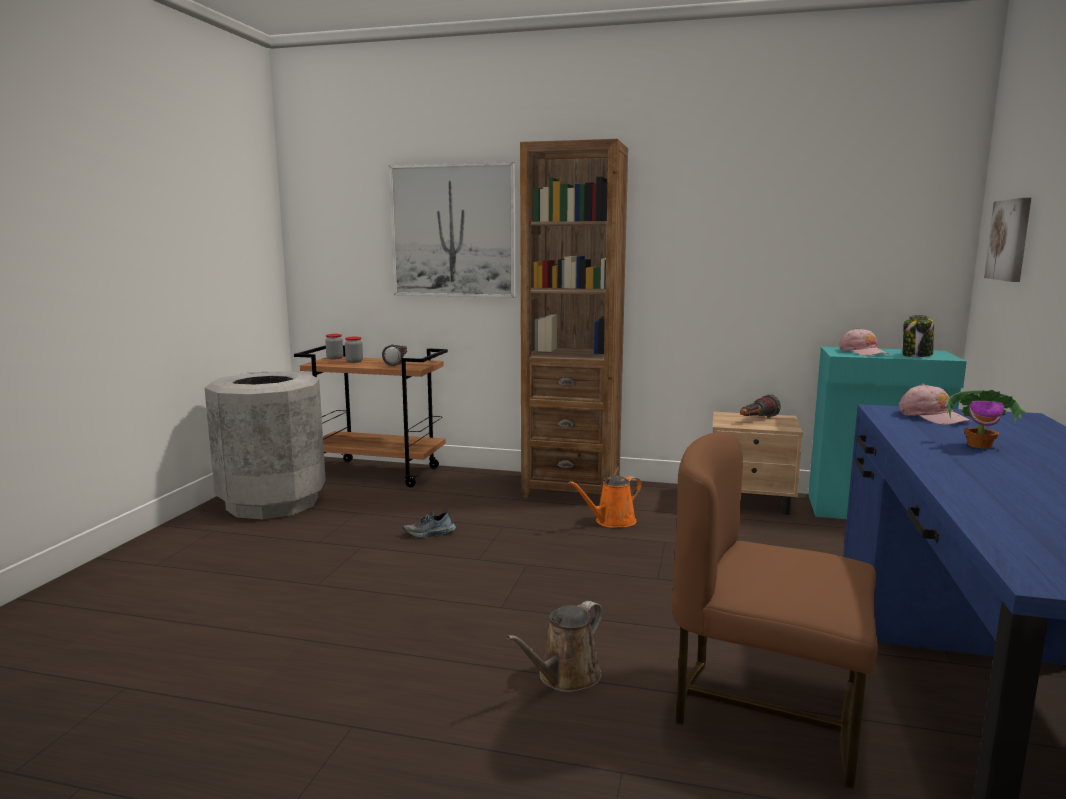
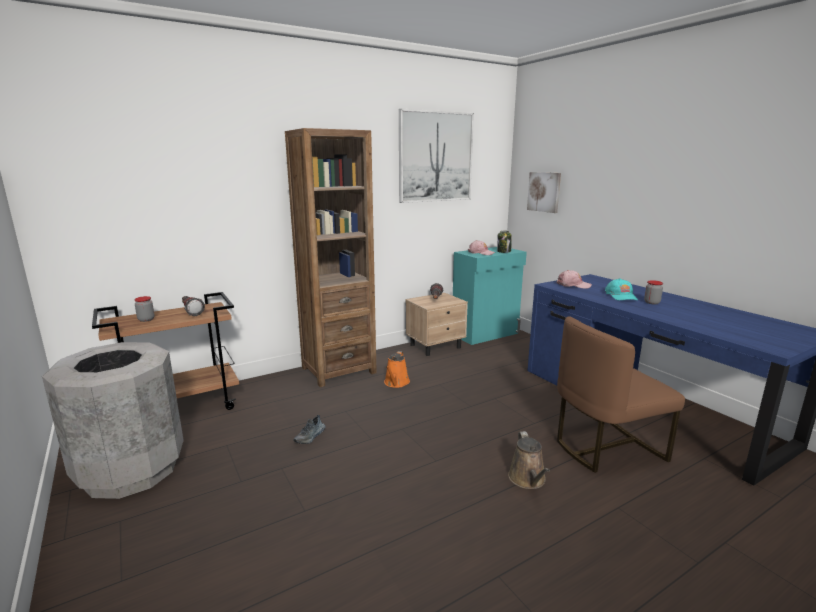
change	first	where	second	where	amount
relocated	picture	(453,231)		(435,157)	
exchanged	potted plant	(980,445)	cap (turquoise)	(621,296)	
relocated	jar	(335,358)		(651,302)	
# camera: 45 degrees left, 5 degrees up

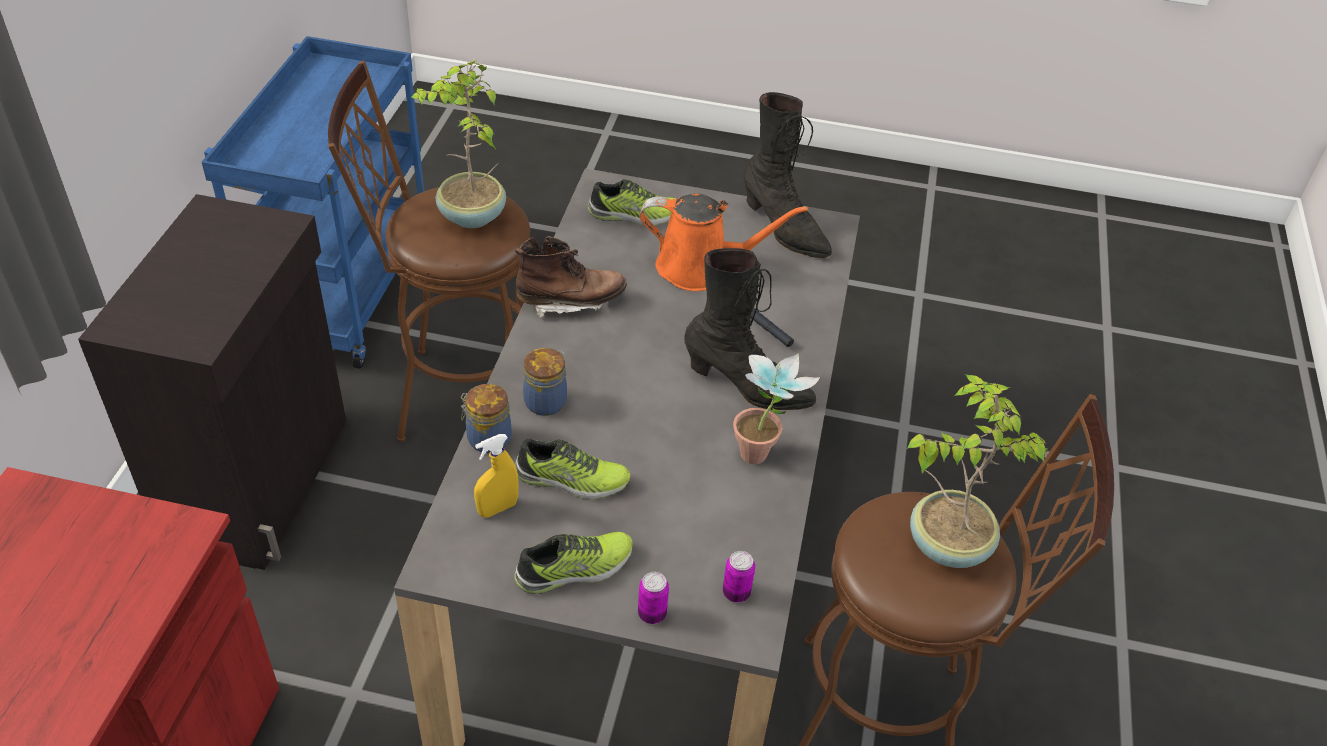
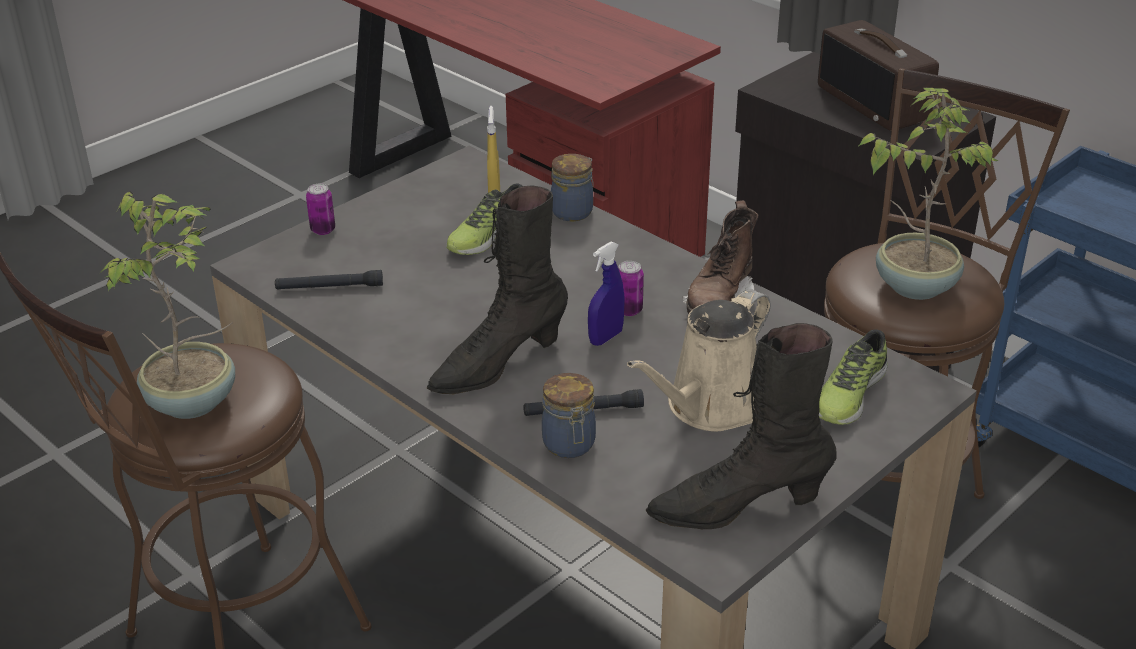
change	first	where	second	where	amount
appeared			flashlight (black)	(329,287)	
relocated	jar	(547,401)		(569,445)	
appeared			spray bottle (blue)	(605,337)	
relocated	can	(736,593)		(628,310)	
colour	watering can (orange)	(701,268)	watering can (beige)	(709,407)	
appeared			radio	(874,103)	
missing	shoe	(575,569)			
missing	potted plant	(763,452)			
# camera: 125 degrees right, 10 degrees down

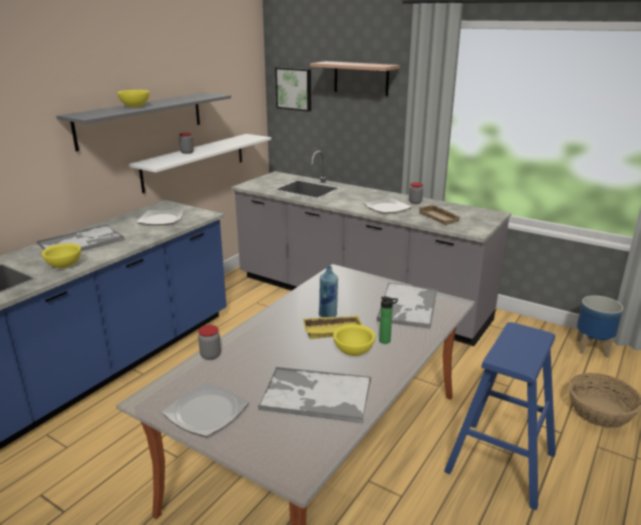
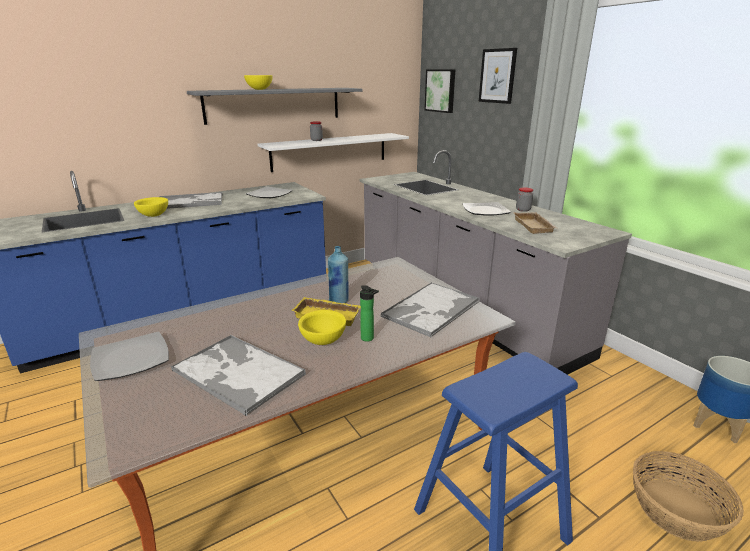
change	first	where	second	where	amount
exchanged	shelf	(361,78)	picture	(497,76)	
missing	jar	(210,355)			
# camera: 25 degrees right, 0 degrees up

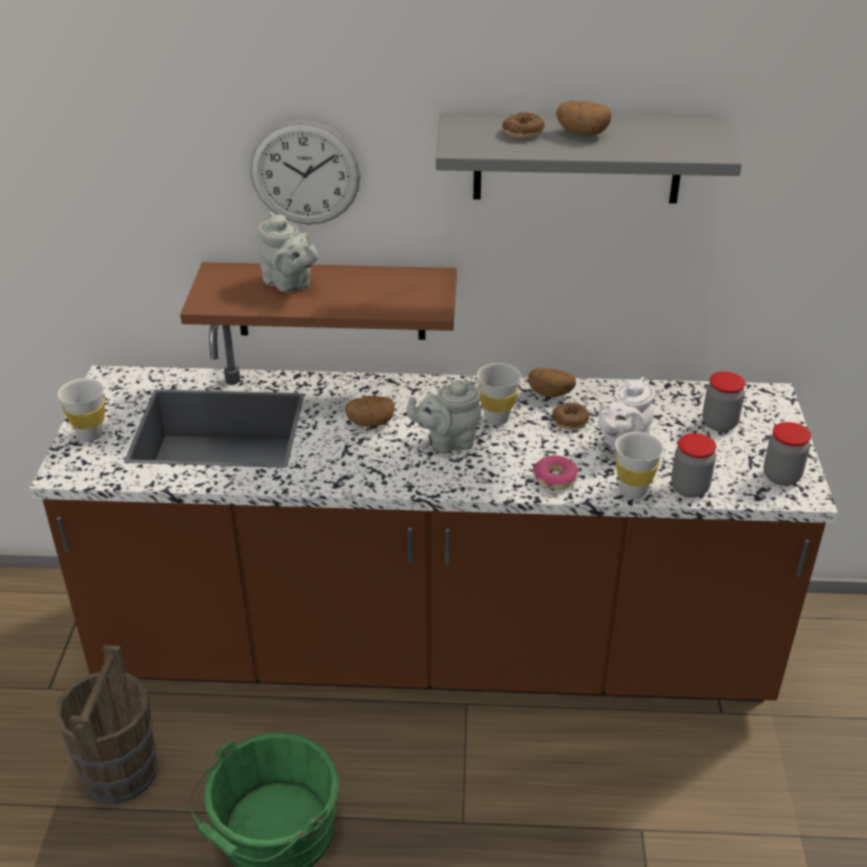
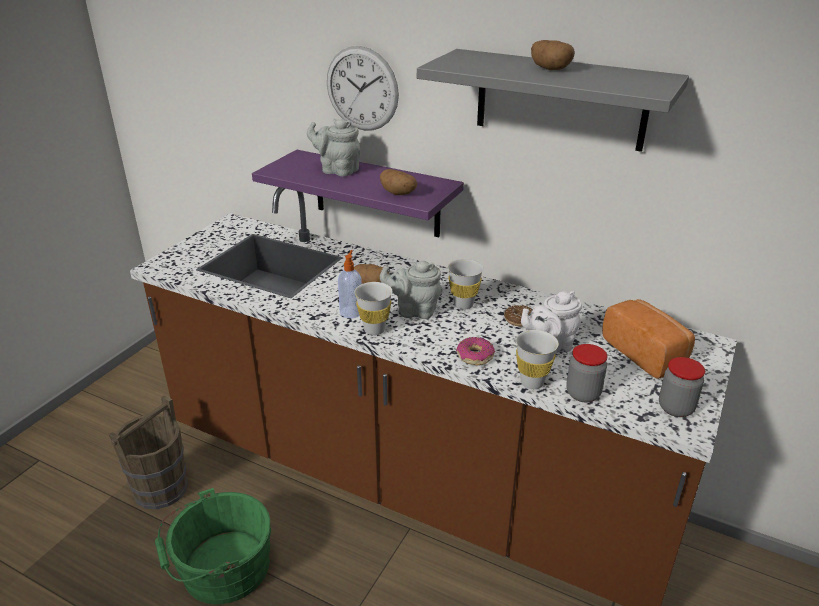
change	first	where	second	where	amount
colour	shelf (brown)	(331,301)	shelf (purple)	(376,194)	
spun	teapot (grey)	(289,284)		(337,170)	135 degrees clockwise
appeared			soap dispenser	(351,311)	
relocated	cup (white)	(90,435)		(374,330)	
relocated	potato	(551,394)		(399,193)	
exchanged	jar	(719,423)	bread	(646,353)	
missing	donut	(523,133)			
# camera: 25 degrees right, 5 degrees down

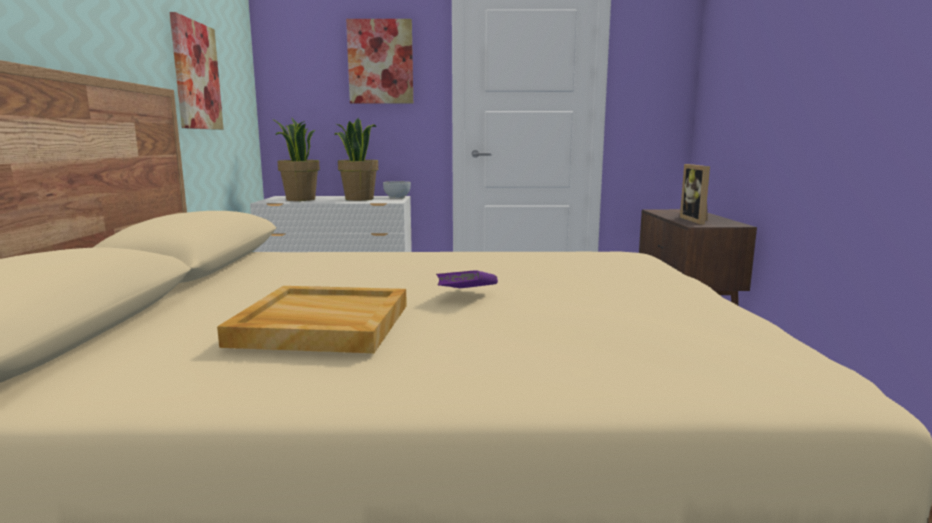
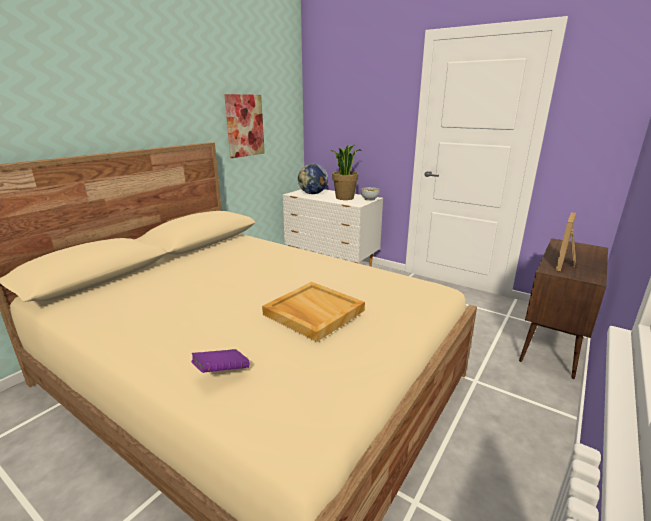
change	first	where	second	where	amount
relocated	book (purple)	(467,296)		(221,371)	
relocated	tray (beige)	(321,325)		(313,312)	
exchanged	potted plant	(300,199)	globe	(313,193)	
missing	picture	(380,62)			
# camera: 35 degrees right, 10 degrees up

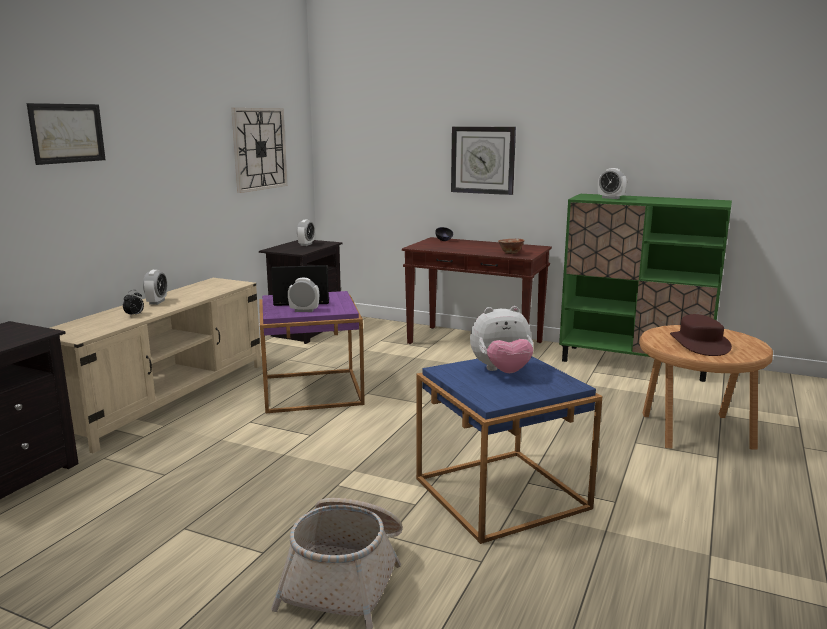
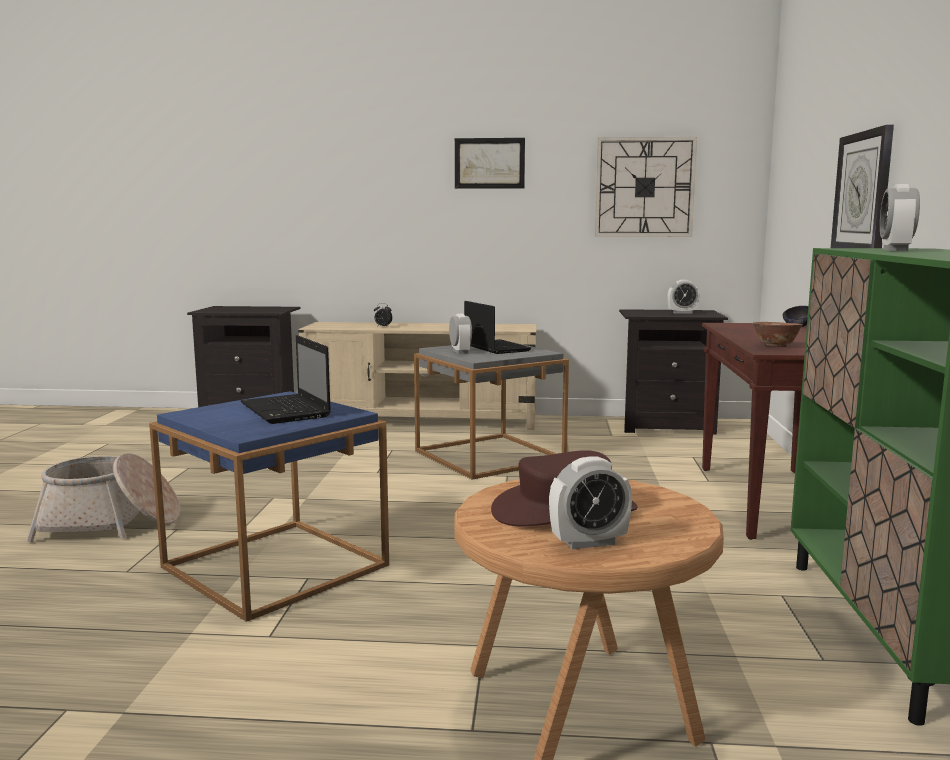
change	first	where	second	where	amount
exchanged	plush toy	(502,372)	laptop	(287,411)	
colour	side table (purple)	(312,390)	side table (grey)	(489,455)	
relocated	picture	(67,133)		(489,163)	
relocated	alarm clock	(157,302)		(589,542)	
# camera: 70 degrees right, 5 degrees down

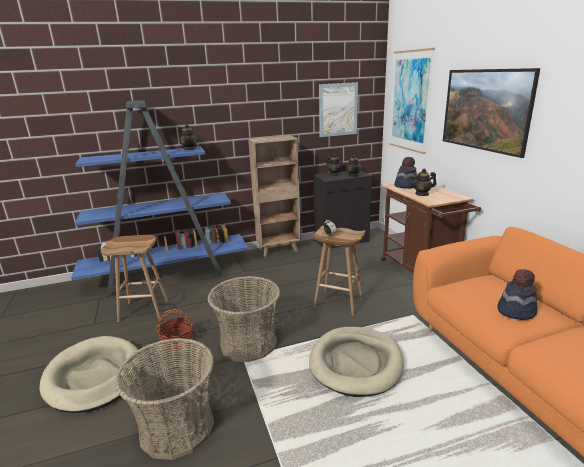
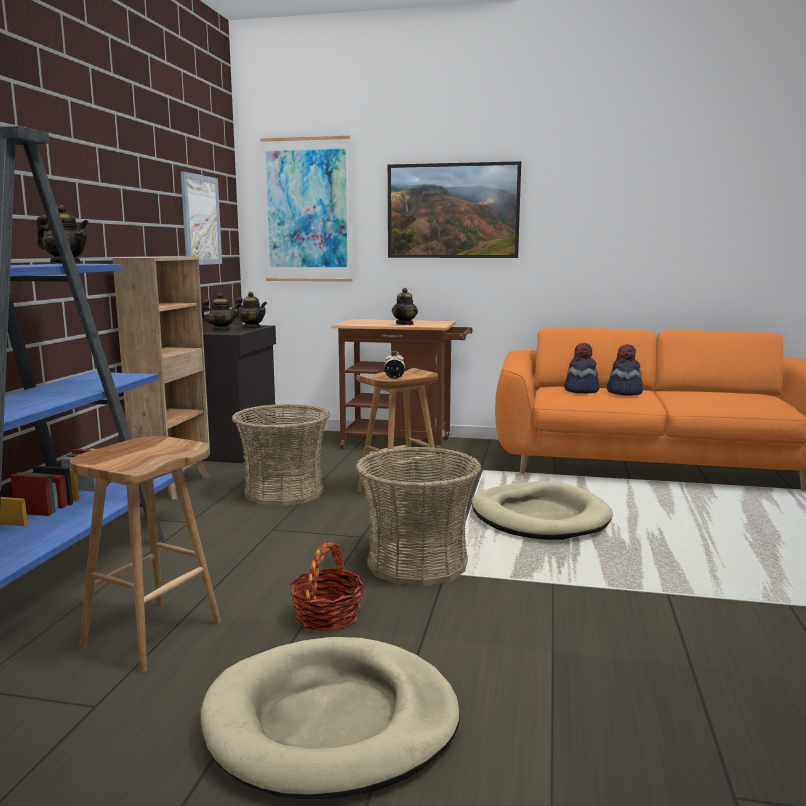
change	first	where	second	where	amount
relocated	basket	(177,427)		(284,492)	
relocated	hat	(405,186)		(581,390)	
# camera: 60 degrees left, 10 degrees down

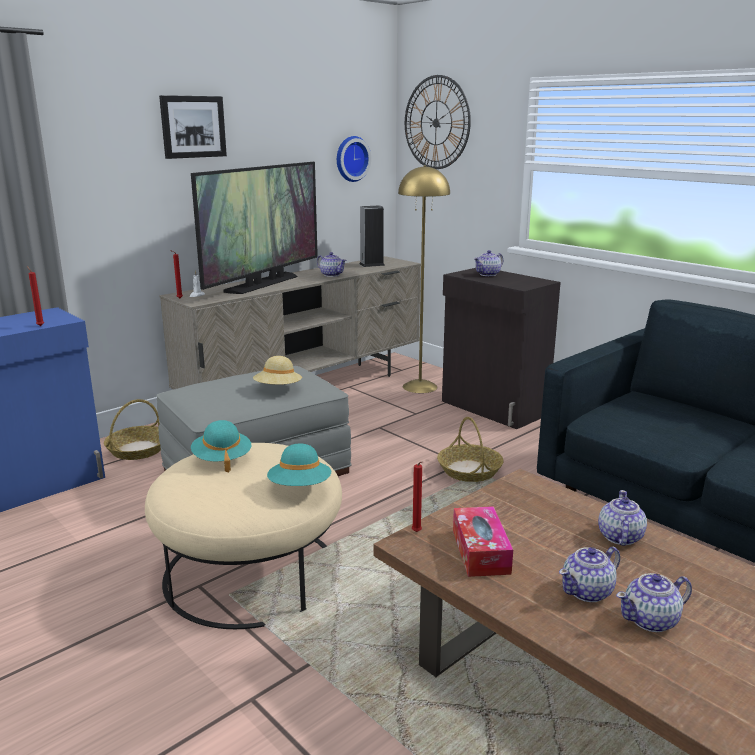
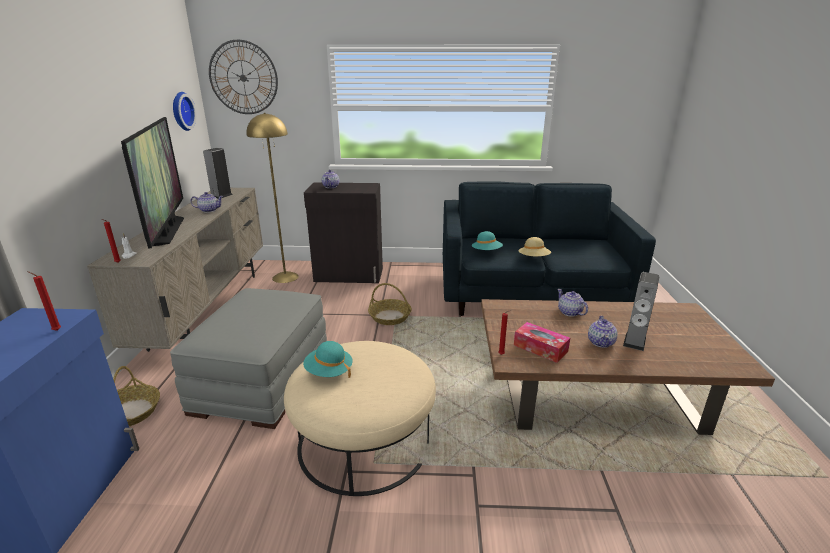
change	first	where	second	where	amount
relocated	hat (turquoise)	(300,487)		(486,252)	
relocated	hat (beige)	(278,389)		(533,258)	
exchanged	teapot	(651,620)	speaker	(634,341)	
missing	picture	(193,127)			
# camera: 45 degrees left, 5 degrees up

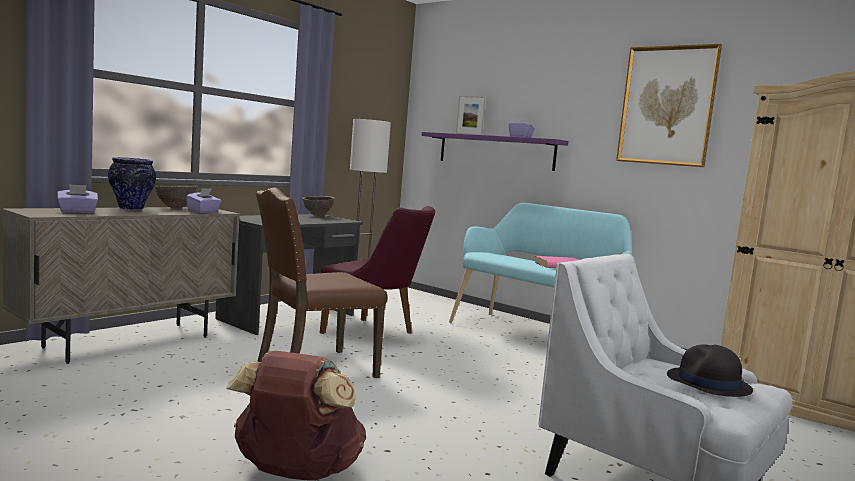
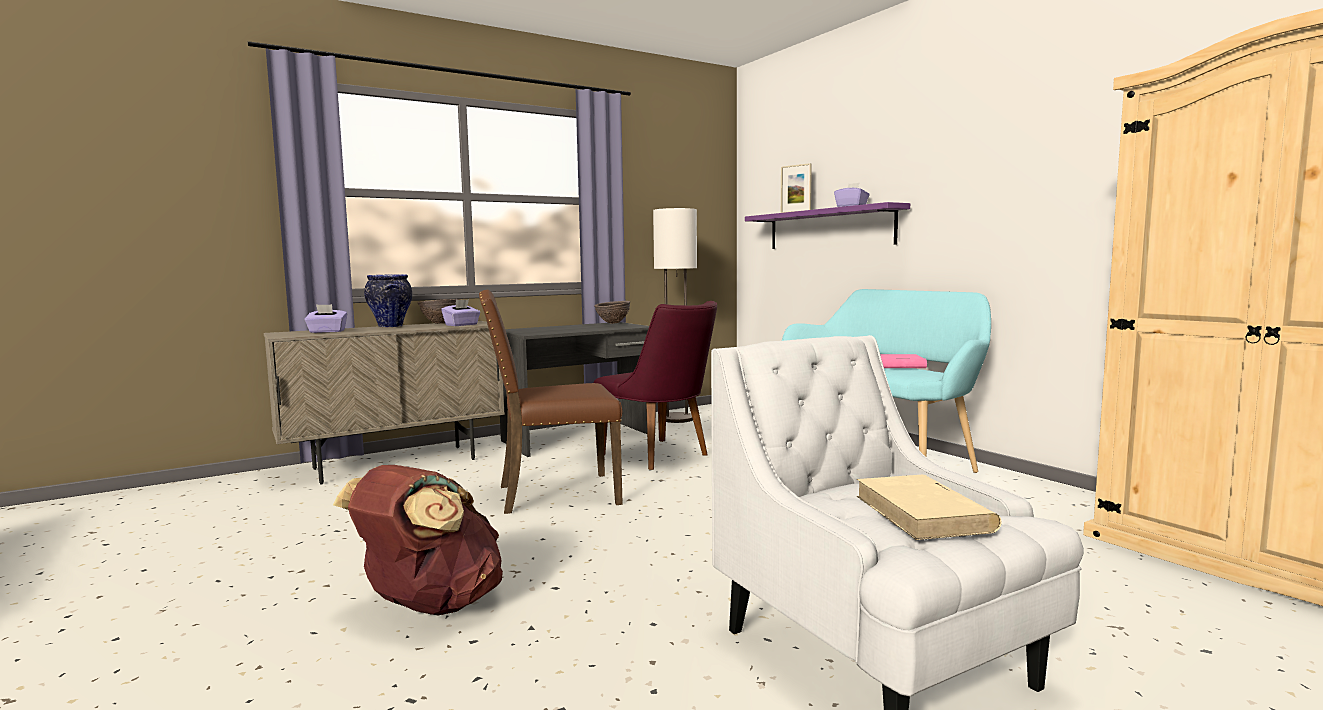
change	first	where	second	where	amount
exchanged	hat (black)	(708,384)	book (beige)	(924,513)	
missing	picture	(667,106)			
# camera: 20 degrees right, 0 degrees up

